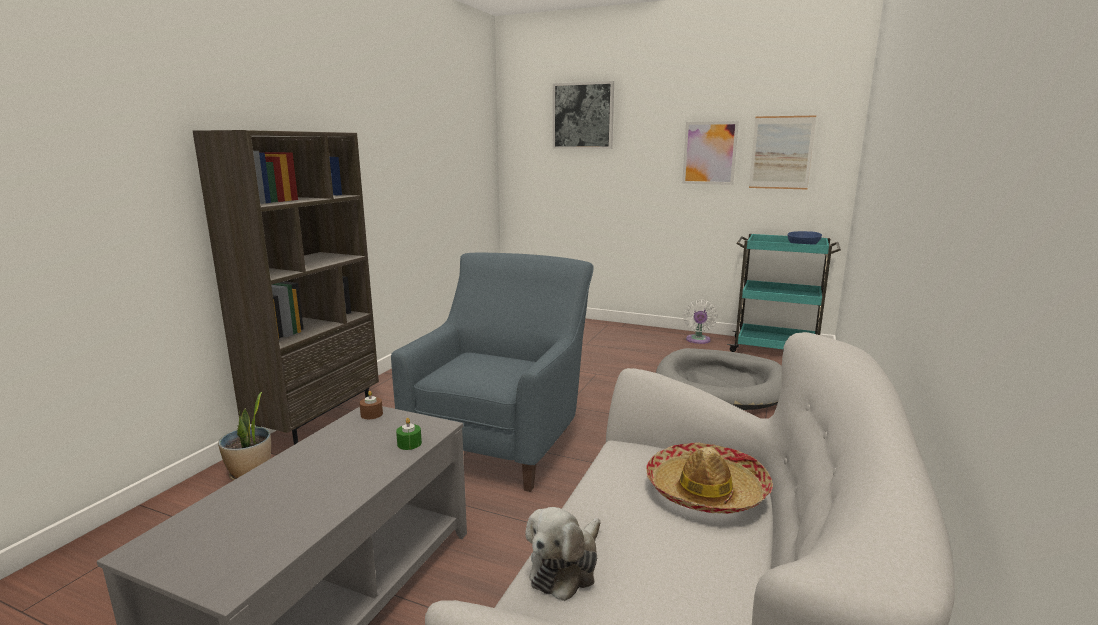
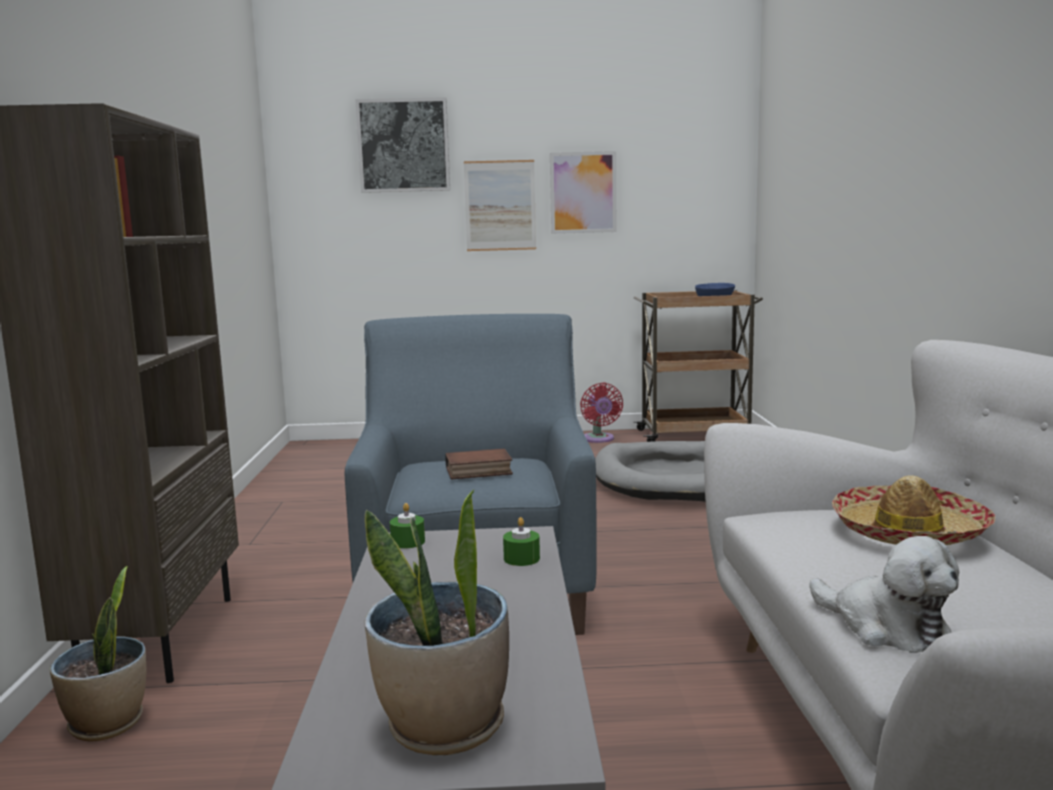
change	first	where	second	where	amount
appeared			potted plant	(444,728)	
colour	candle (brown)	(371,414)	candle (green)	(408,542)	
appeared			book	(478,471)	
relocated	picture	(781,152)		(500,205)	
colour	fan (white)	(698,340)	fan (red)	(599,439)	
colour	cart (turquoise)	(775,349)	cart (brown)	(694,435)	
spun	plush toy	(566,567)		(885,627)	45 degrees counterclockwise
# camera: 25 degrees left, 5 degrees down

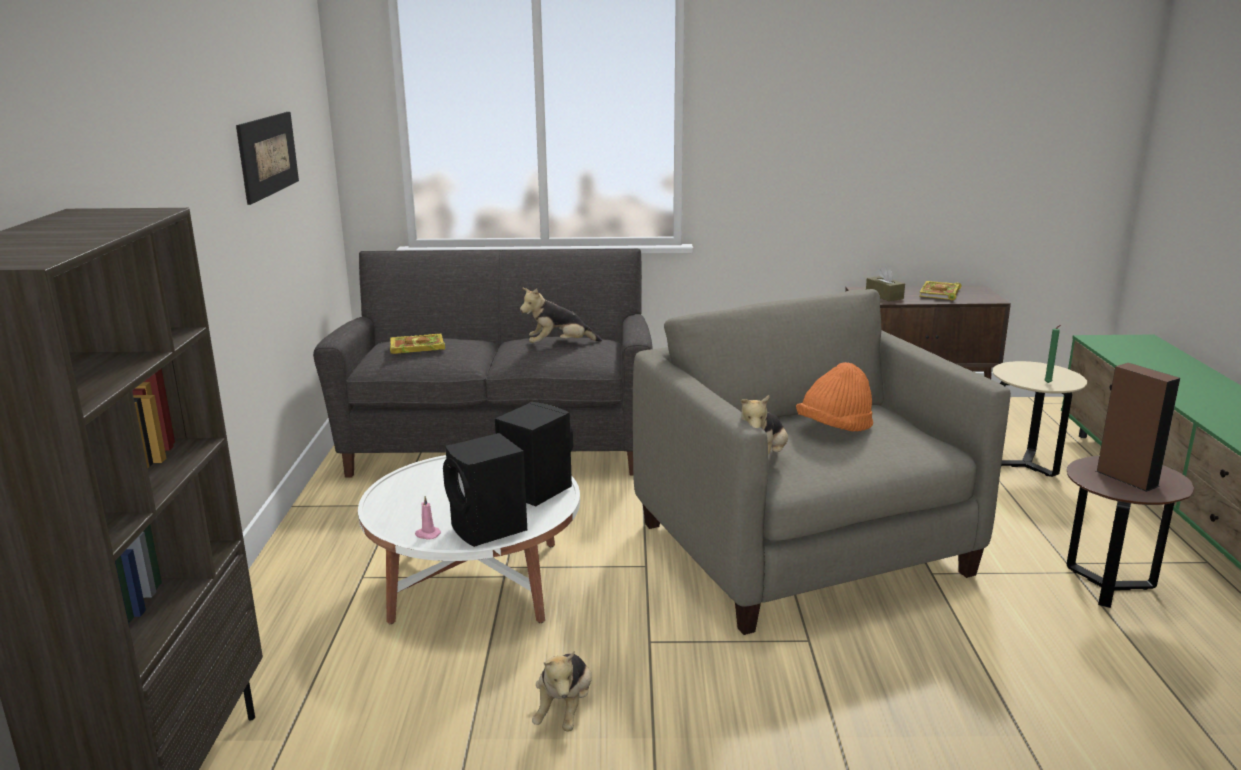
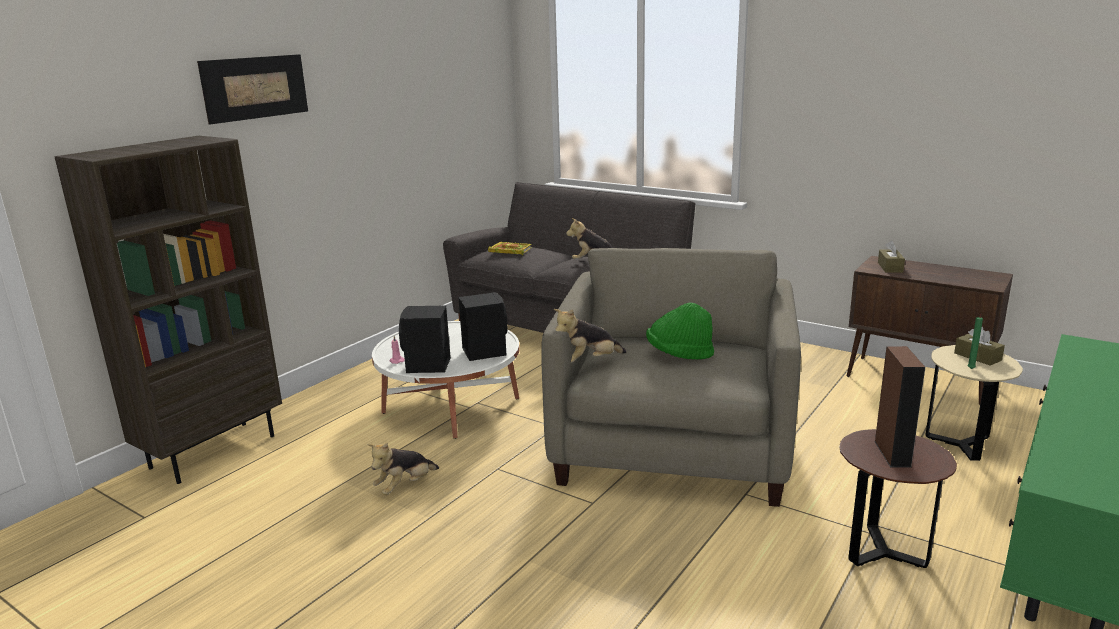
change	first	where	second	where	amount
relocated	picture	(268,155)		(255,87)	
colour	hat (orange)	(834,429)	hat (green)	(679,354)	
appeared			tissue box (brown)	(977,357)	
missing	book	(940,294)			
# camera: 35 degrees right, 0 degrees up

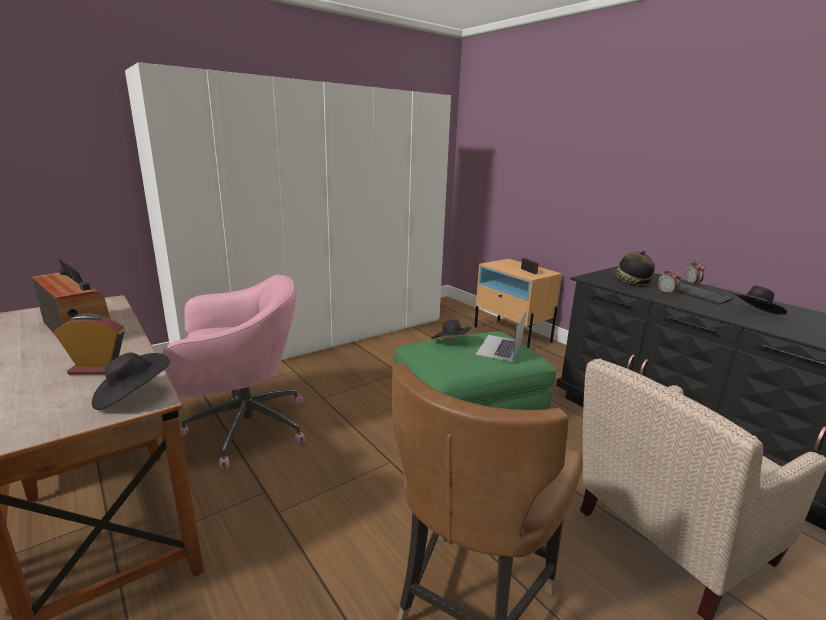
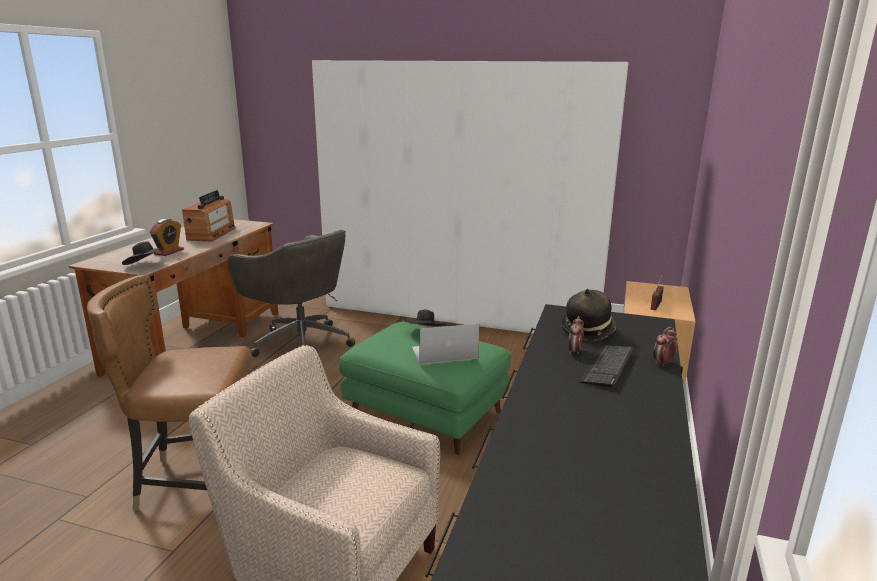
change	first	where	second	where	amount
spun	alarm clock	(98,369)		(169,252)	60 degrees clockwise
colour	office chair (pink)	(243,427)	office chair (grey)	(300,343)	
missing	hat (black)	(753,314)			
# camera: 55 degrees right, 0 degrees up

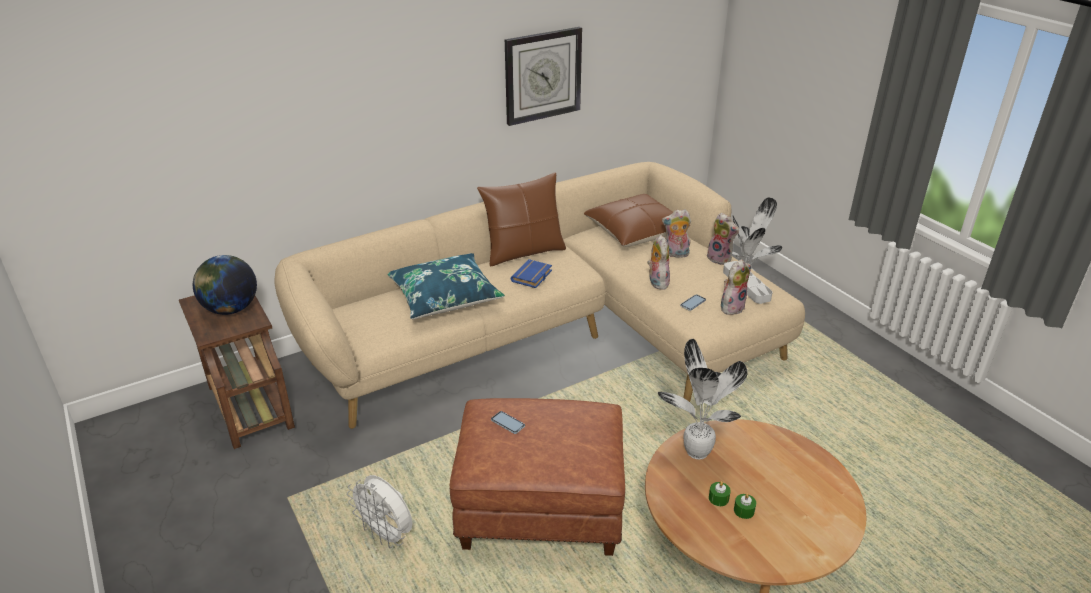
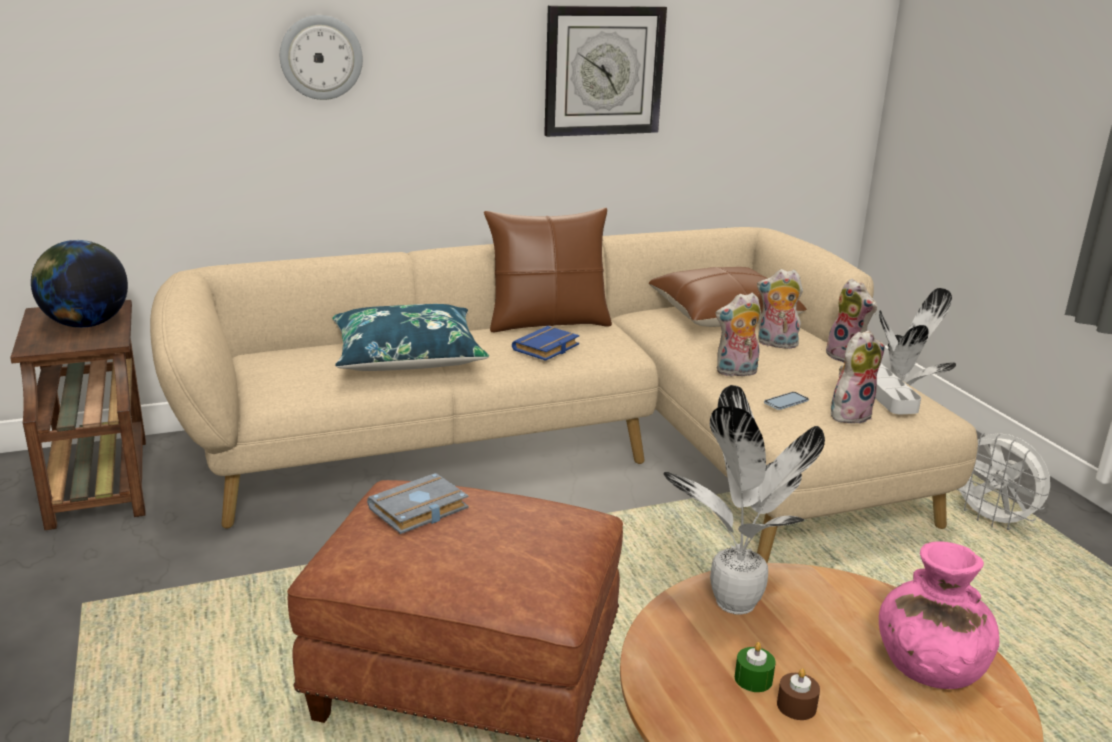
change	first	where	second	where	amount
appeared			wall clock	(321,57)	
exchanged	phone	(507,423)	book (grey)	(418,511)	
spun	plush toy	(656,282)		(736,372)	105 degrees counterclockwise
colour	candle (green)	(744,510)	candle (brown)	(796,706)	
appeared			vase (pink)	(928,667)	
relocated	fan (white)	(387,535)		(992,520)	
# camera: 10 degrees right, 10 degrees down

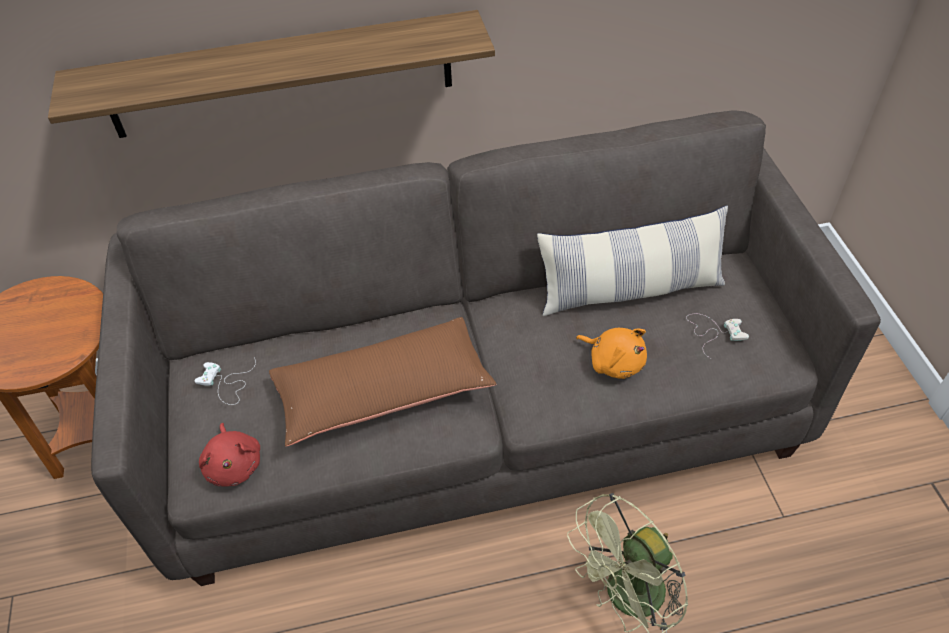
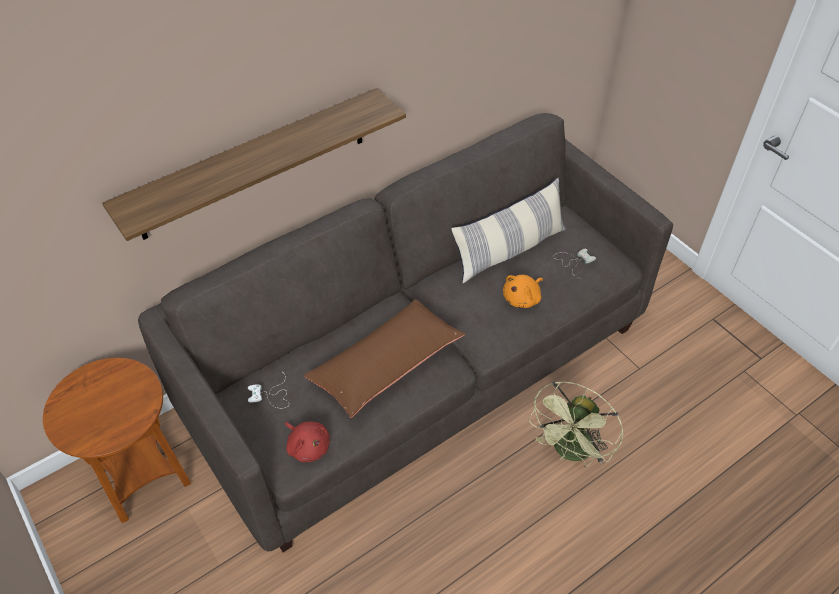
change	first	where	second	where	amount
spun	plush toy (orange)	(614,361)		(522,298)	120 degrees clockwise
# camera: 25 degrees left, 0 degrees up

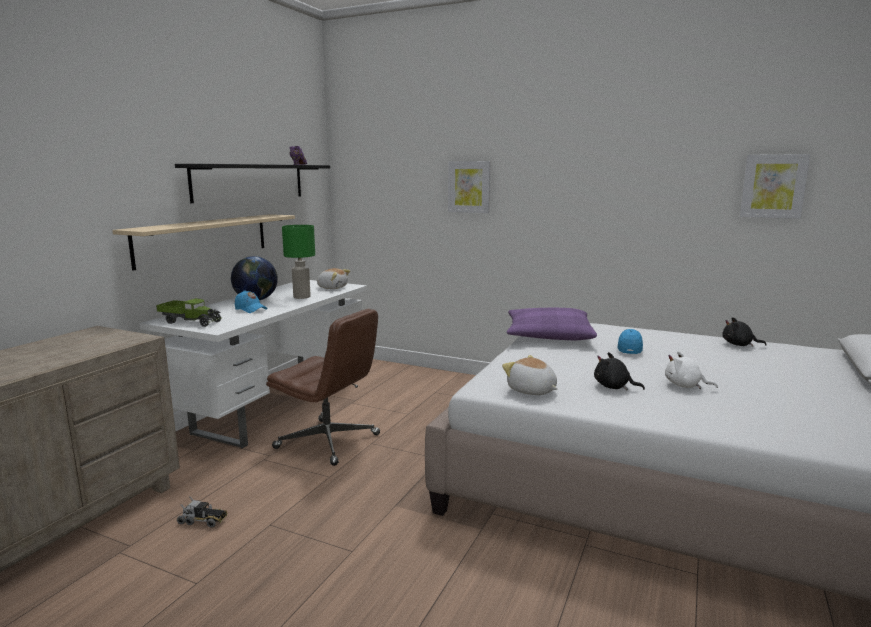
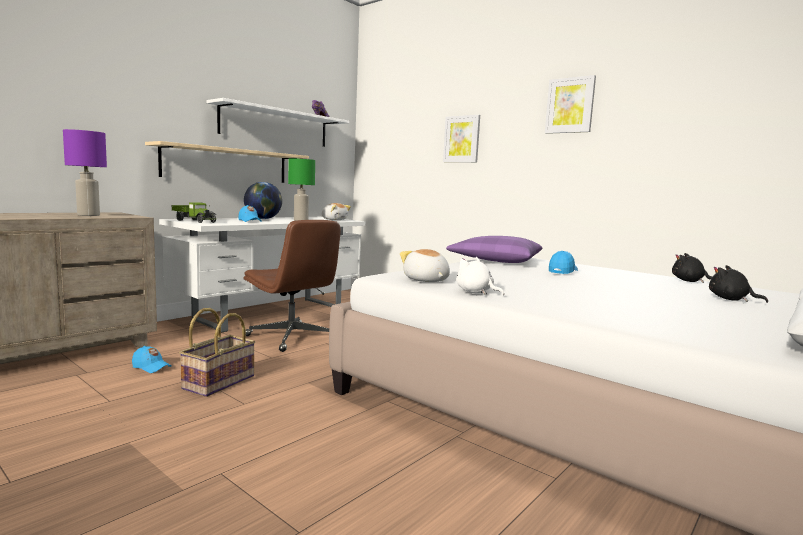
change	first	where	second	where	amount
appeared			table lamp (purple)	(89,215)	
exchanged	toy truck	(203,520)	cap (blue)	(151,367)	
appeared			basket	(218,382)	
colour	shelf (black)	(250,182)	shelf (white)	(276,126)	
relocated	plush toy (white)	(685,386)		(476,292)	
relocated	picture	(773,186)		(570,105)	
relocated	plush toy (black)	(614,387)		(731,299)	
# camera: 15 degrees right, 5 degrees down

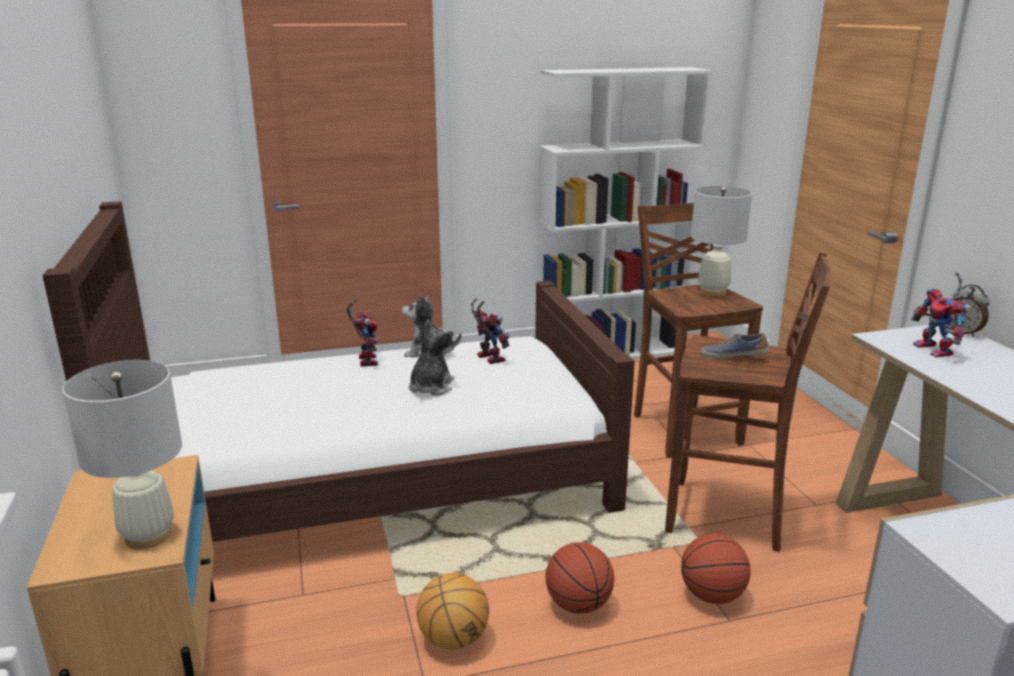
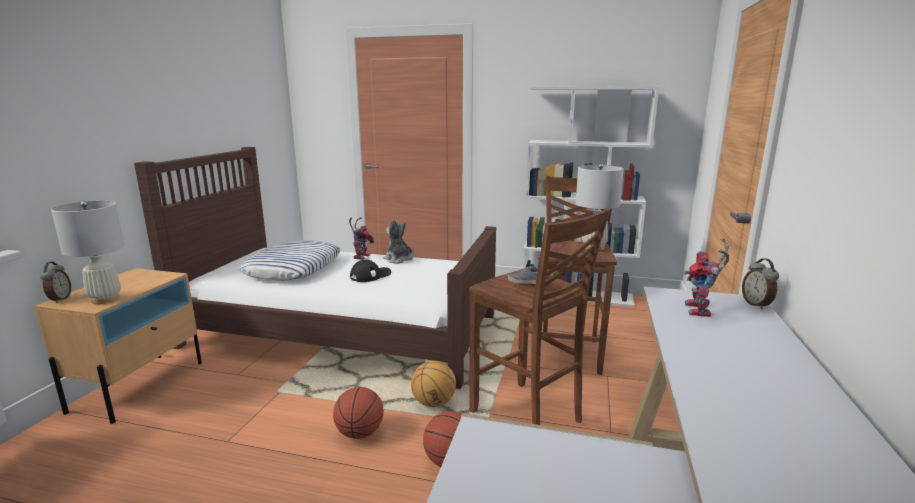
change	first	where	second	where	amount
appeared			alarm clock	(59,299)	
appeared			pillow	(294,267)	
exchanged	plush toy	(430,387)	cap (black)	(370,275)	
relocated	basketball	(453,639)		(433,403)	
missing	toy robot	(487,358)			
# camera: 30 degrees right, 5 degrees down

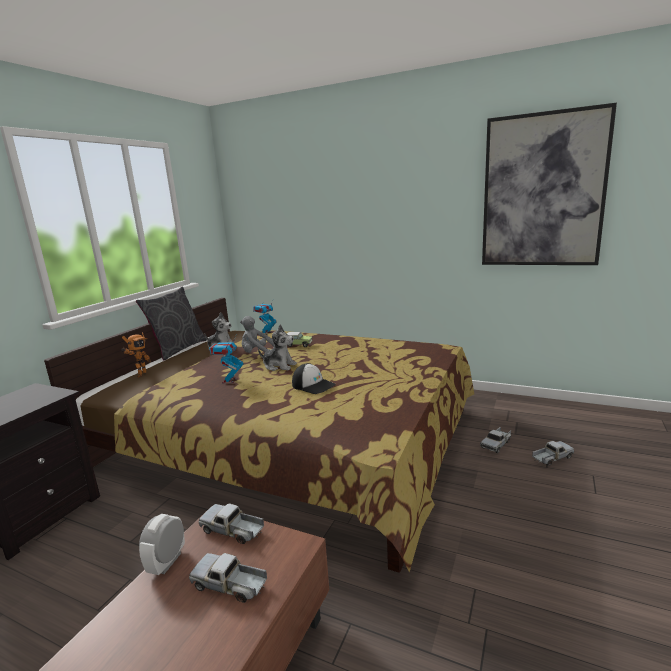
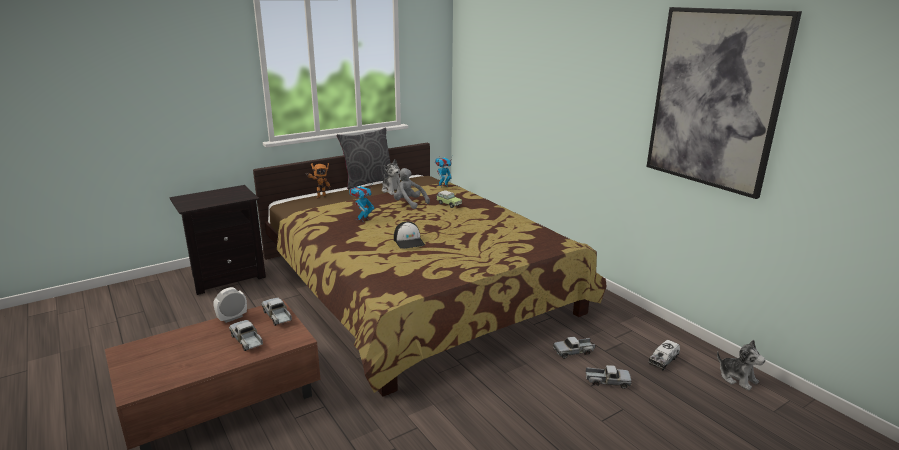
change	first	where	second	where	amount
appeared			toy truck	(663,360)	
relocated	plush toy	(279,366)		(737,378)	
# camera: 30 degrees right, 5 degrees up

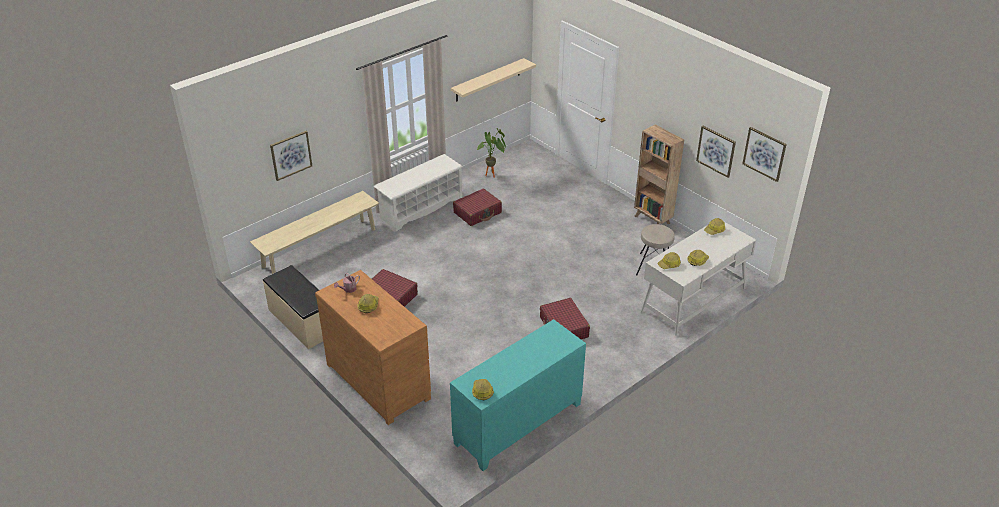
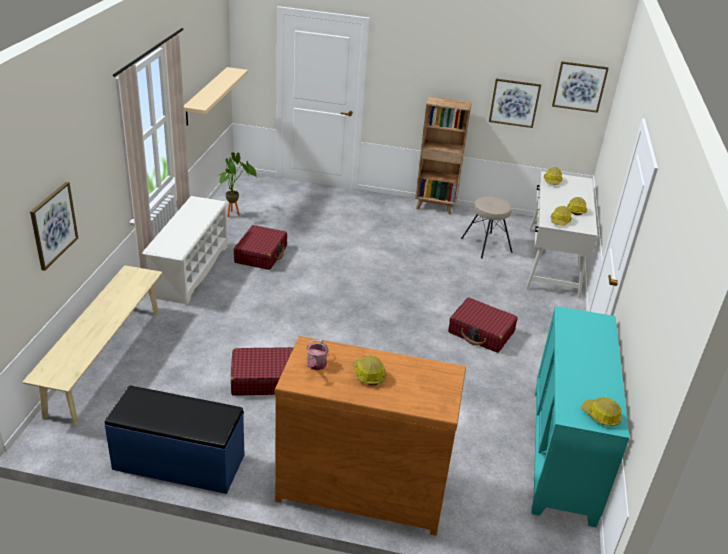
change	first	where	second	where	amount
colour	bench (beige)	(301,322)	bench (blue)	(179,462)	
# camera: 40 degrees left, 5 degrees down

